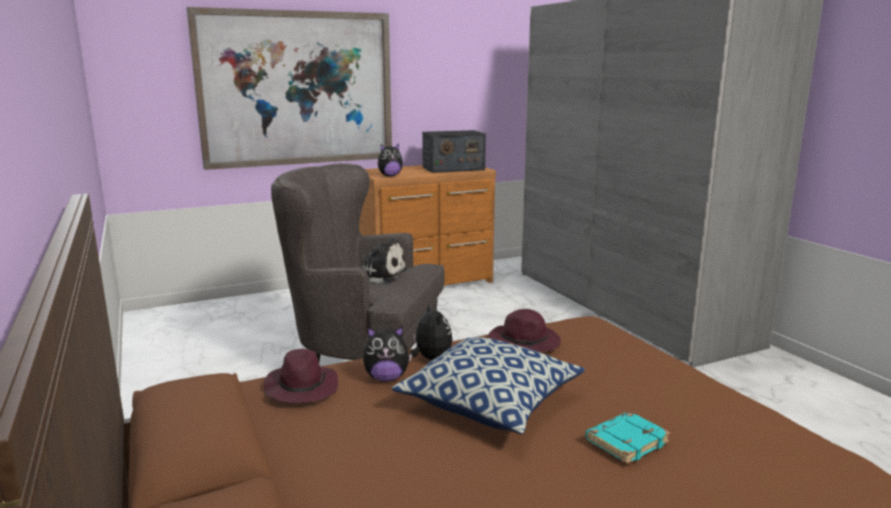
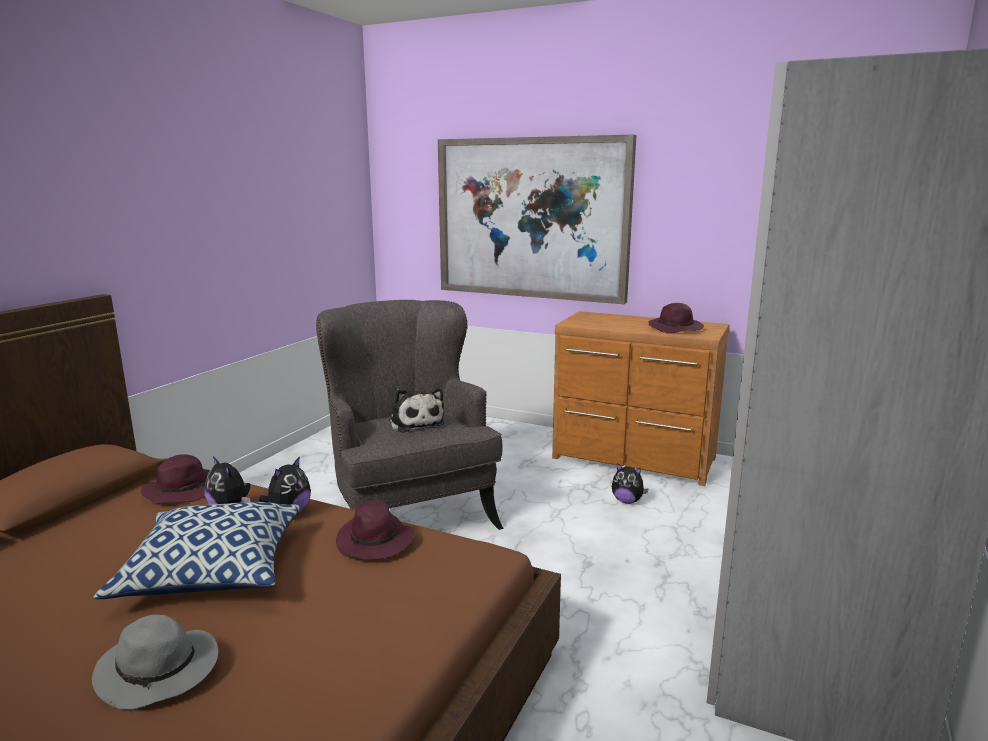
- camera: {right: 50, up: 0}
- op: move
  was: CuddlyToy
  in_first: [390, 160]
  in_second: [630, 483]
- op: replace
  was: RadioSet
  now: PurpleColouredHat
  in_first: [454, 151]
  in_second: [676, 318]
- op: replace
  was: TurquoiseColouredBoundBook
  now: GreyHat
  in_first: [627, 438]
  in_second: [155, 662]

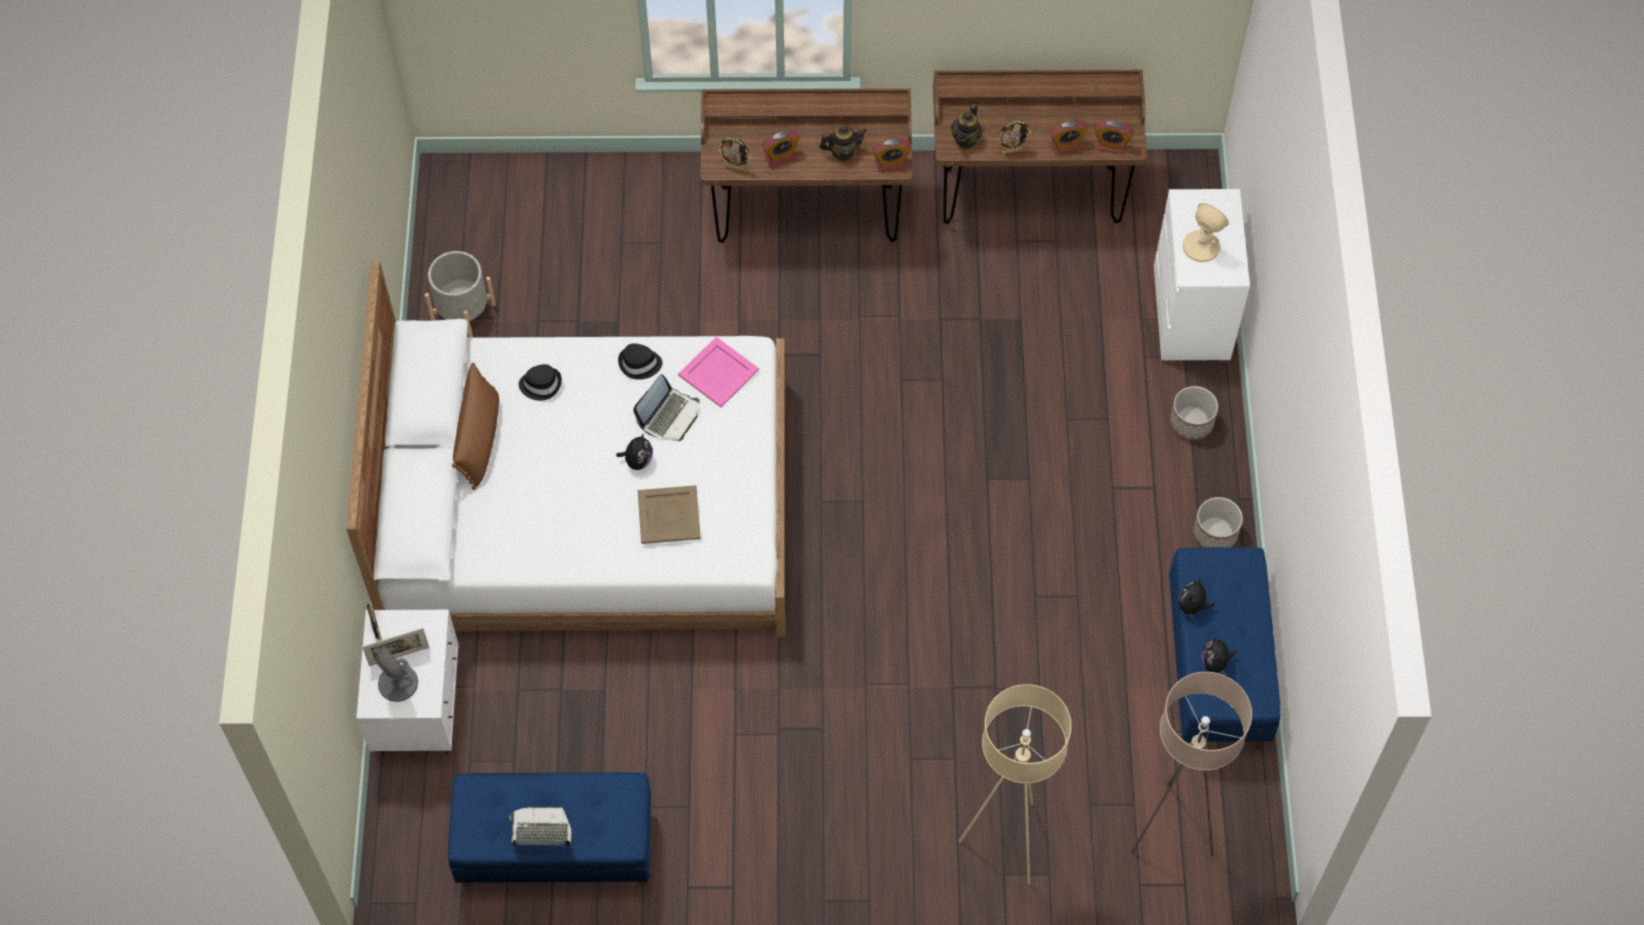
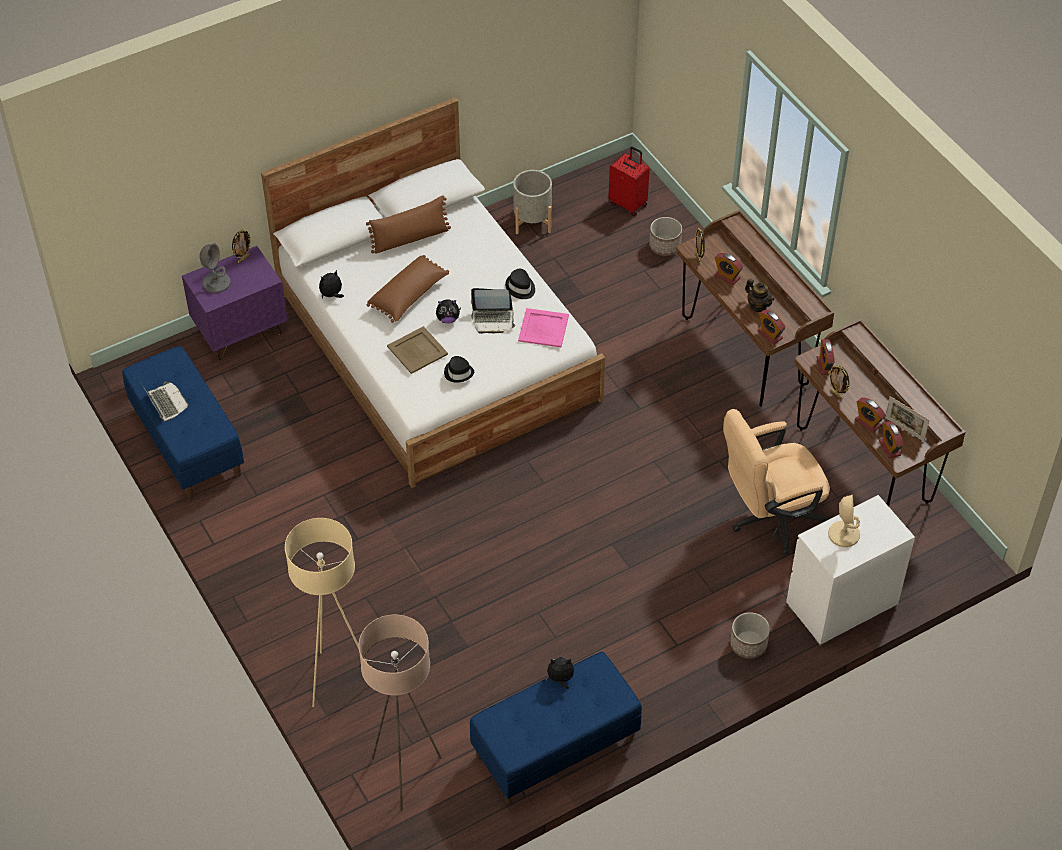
- camera: {right: 60, up: -10}
- op: insert
  now: BrownPillow
  in_second: [408, 289]
- op: insert
  now: RedColouredTravelCase
  in_second: [629, 181]
- op: insert
  now: BeigeOfficeChair
  in_second: [776, 482]
- op: move
  was: PhotoFrame
  in_first: [395, 647]
  in_second: [907, 418]
- op: move
  was: BlackishHat
  in_first: [540, 382]
  in_second: [459, 369]
- op: move
  was: PlantPot
  in_first: [1218, 522]
  in_second: [665, 236]
- op: move
  was: CuddlyToy
  in_first: [1218, 654]
  in_second: [331, 284]
- op: replace
  was: Teapot
  now: BedsideClock
  in_first: [966, 125]
  in_second: [825, 357]
- op: recolor
  was: WhiteNightstand
  now: PurpleColouredNightstand
  in_first: [407, 682]
  in_second: [235, 303]

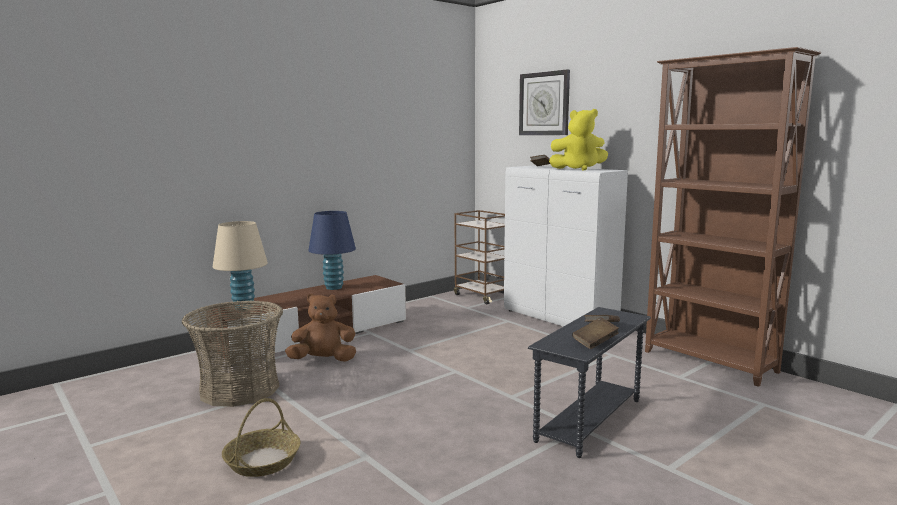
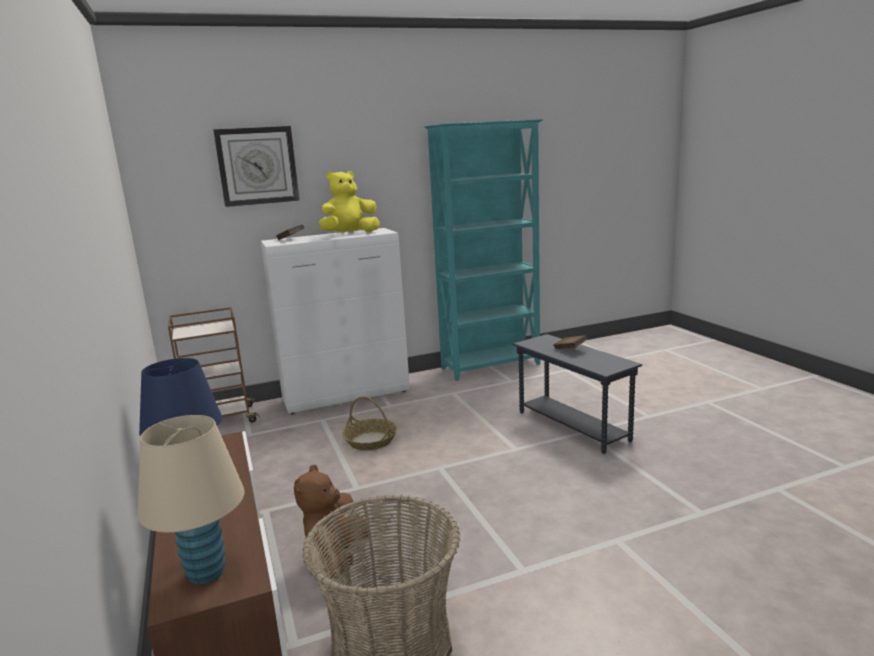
- camera: {right: -70, up: 5}
- op: delete
  was: BrownBoundBook
  in_first: [595, 333]
- op: move
  was: HouseholdBasket
  in_first: [261, 437]
  in_second: [369, 423]
- op: recolor
  was: BrownShelvingUnit
  now: TurquoiseColouredShelvingUnit
  in_first: [733, 217]
  in_second: [483, 250]
- op: rotate
  was: YellowColouredCuddlyToy
  in_first: [578, 139]
  in_second: [349, 202]
  clockwise: -135

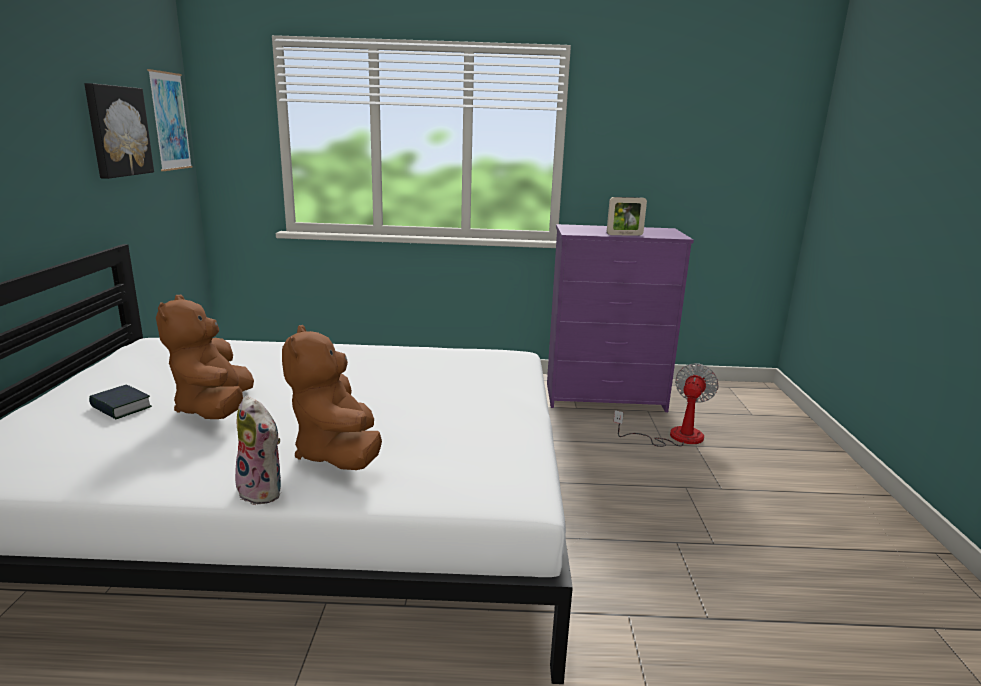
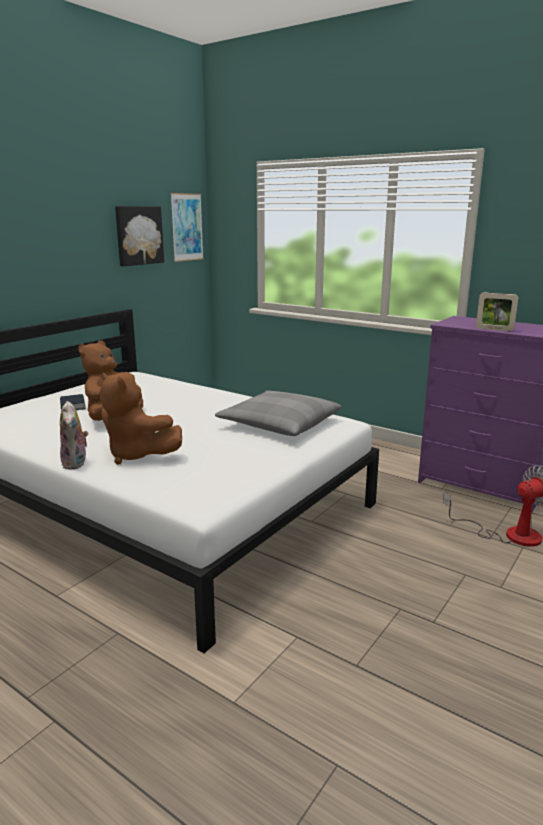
- camera: {right: 35, up: 0}
- op: insert
  now: GreyPillow
  in_second: [278, 413]
- op: rotate
  was: BrownCuddlyToy
  in_first: [332, 397]
  in_second: [141, 419]
  clockwise: -75

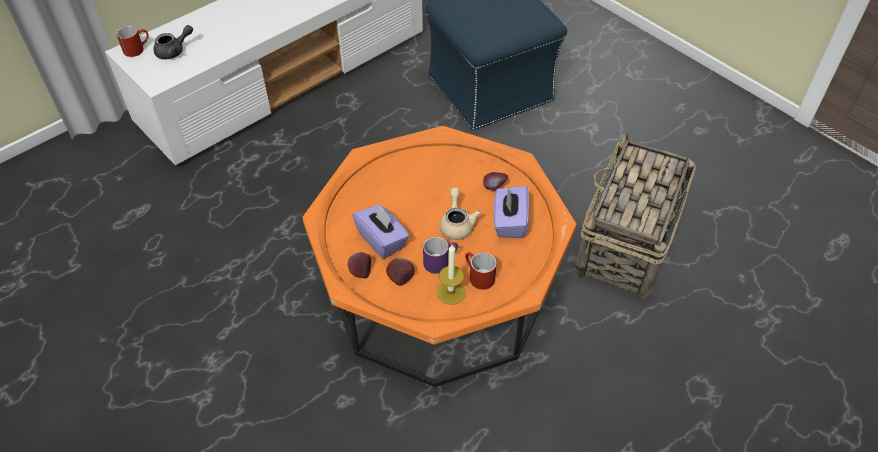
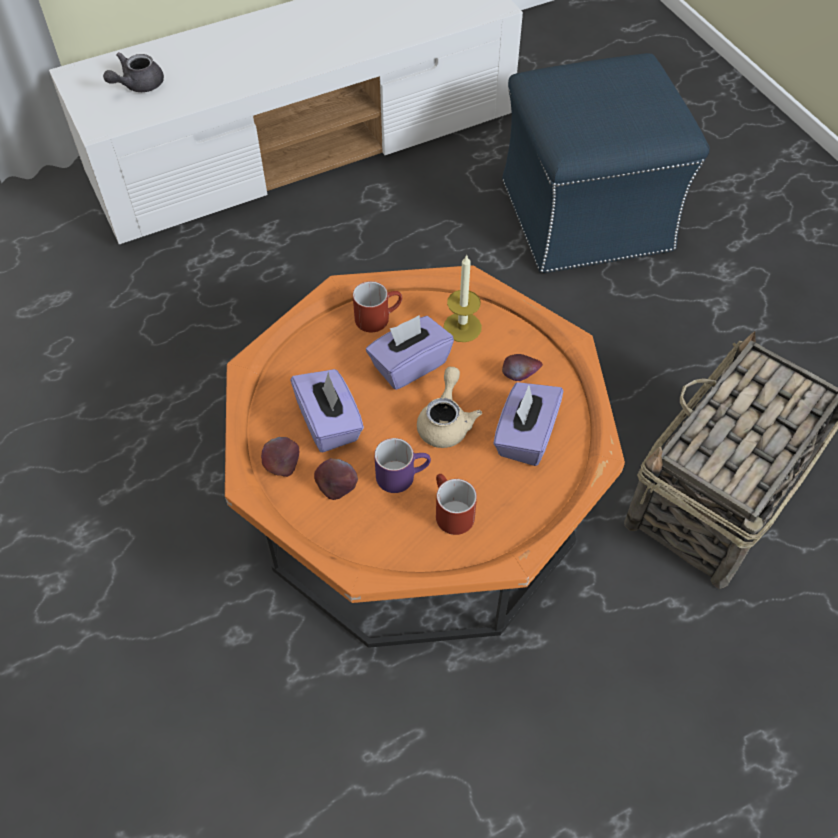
- camera: {right: 15, up: 5}
- op: insert
  now: PurpleColouredBoxOfTissues
  in_second: [410, 352]
- op: move
  was: RedColouredCoffeeMug
  in_first: [132, 41]
  in_second: [377, 306]
- op: move
  was: WaxCandle
  in_first: [451, 275]
  in_second: [462, 298]
- op: rotate
  was: GreyTeapot
  in_first: [173, 42]
  in_second: [133, 72]
  clockwise: 150

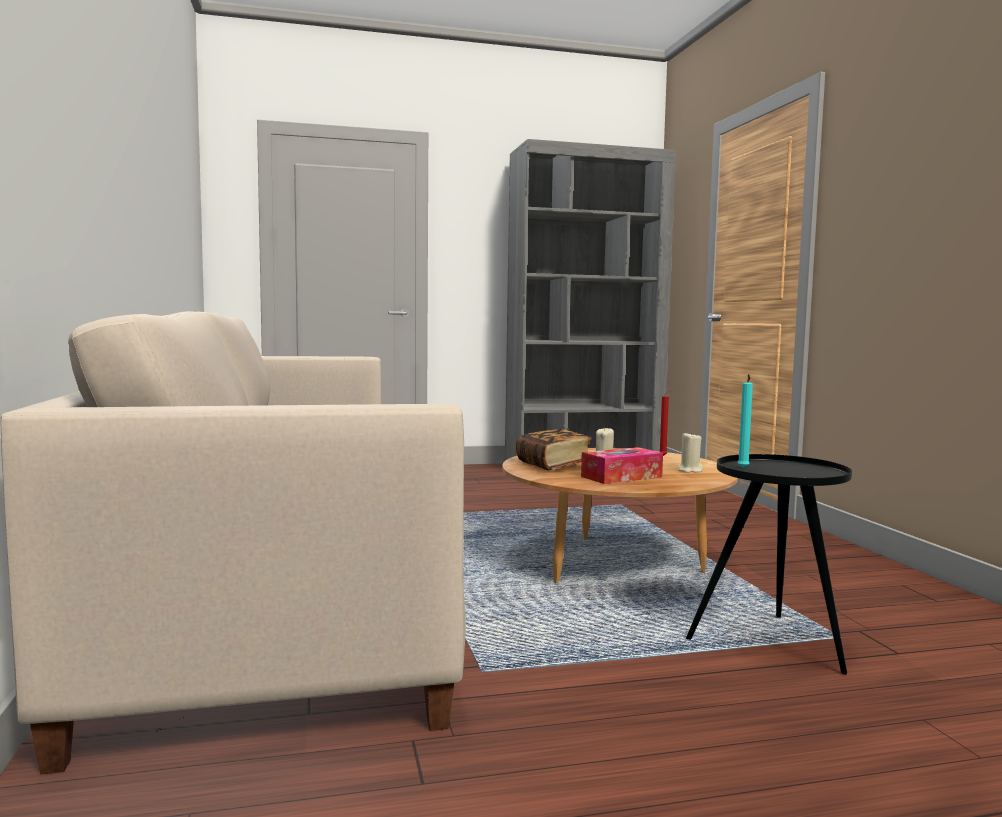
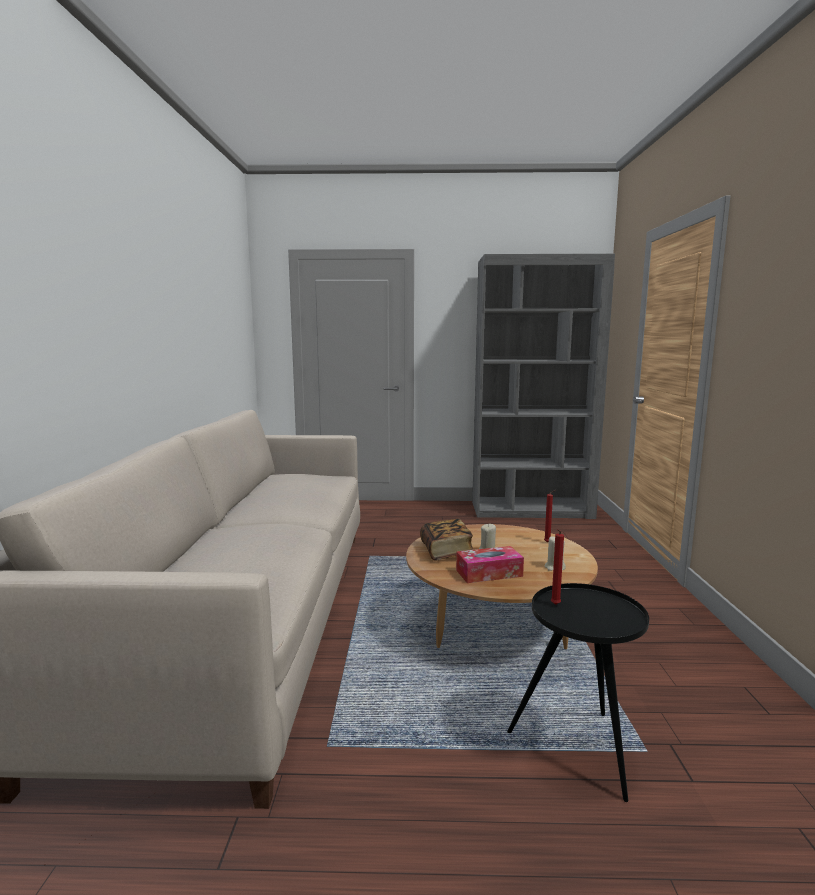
- camera: {right: 15, up: 5}
- op: recolor
  was: TurquoiseColouredWaxCandle
  now: RedColouredWaxCandle
  in_first: [745, 421]
  in_second: [557, 567]

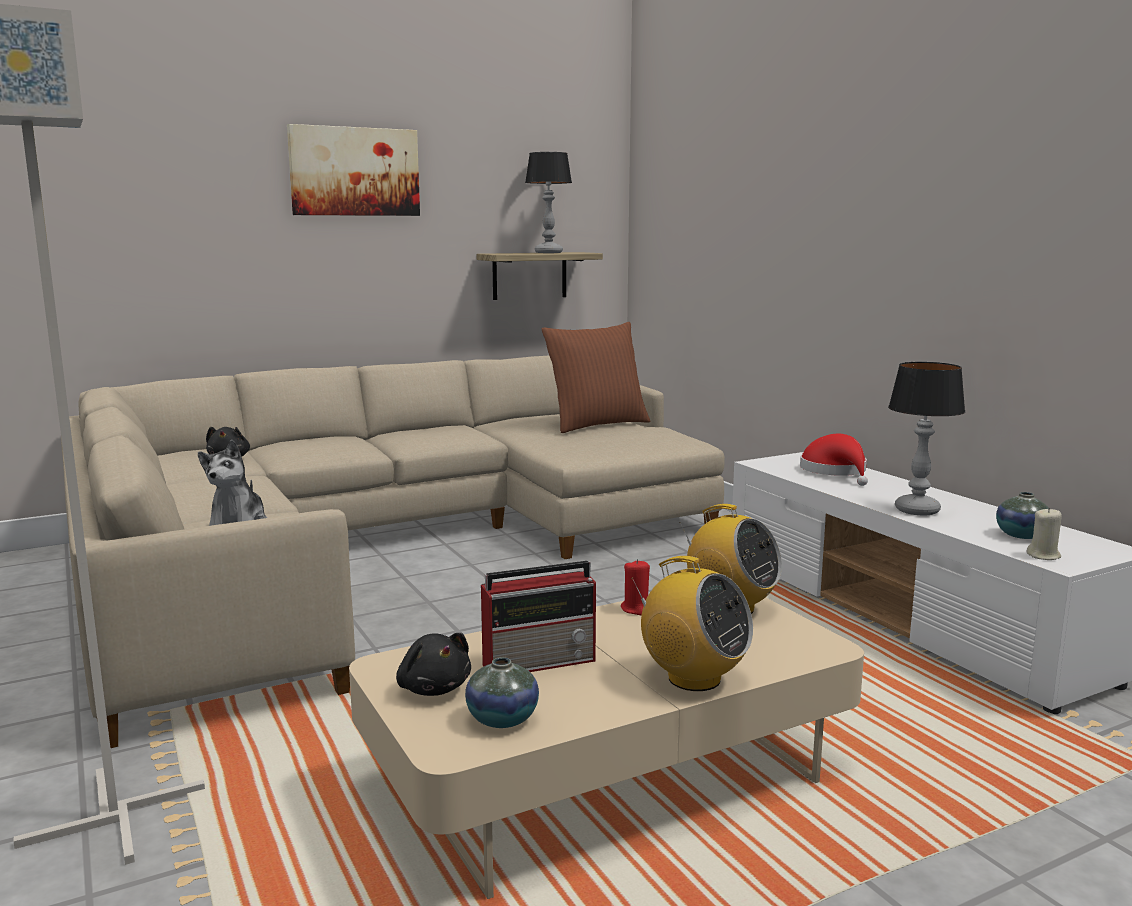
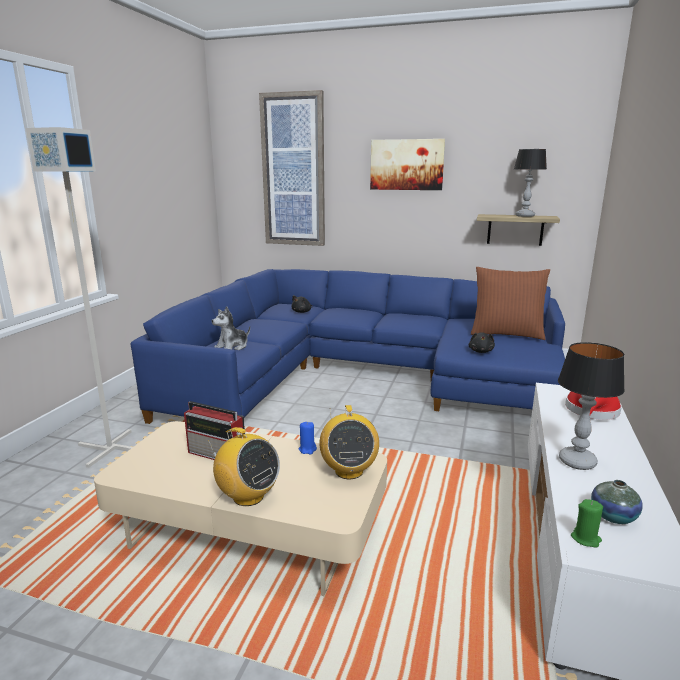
- camera: {right: 45, up: 5}
- op: delete
  was: DecorativeVase
  in_first: [502, 692]
- op: insert
  now: WallArt
  in_second: [292, 168]
- op: move
  was: BlackishCuddlyToy
  in_first: [433, 664]
  in_second: [482, 342]
- op: recolor
  was: BeigeSofa
  now: BlueColouredSofa
  in_first: [393, 552]
  in_second: [347, 346]
- op: recolor
  was: RedColouredWaxCandle
  now: BlueColouredWaxCandle
  in_first: [635, 587]
  in_second: [308, 438]
- op: recolor
  was: BeigeWaxCandle
  now: GreenishWaxCandle
  in_first: [1044, 534]
  in_second: [587, 523]
- op: rotate
  was: RadioSet
  in_first: [692, 623]
  in_second: [244, 466]
  clockwise: -45

